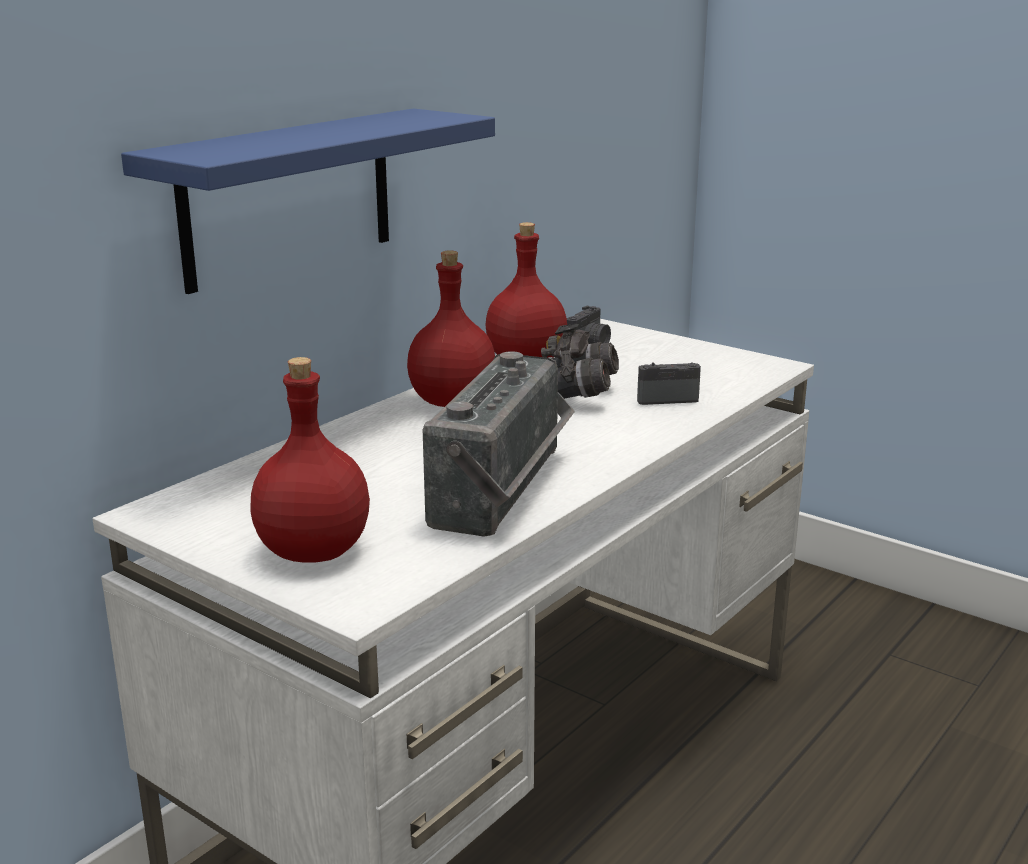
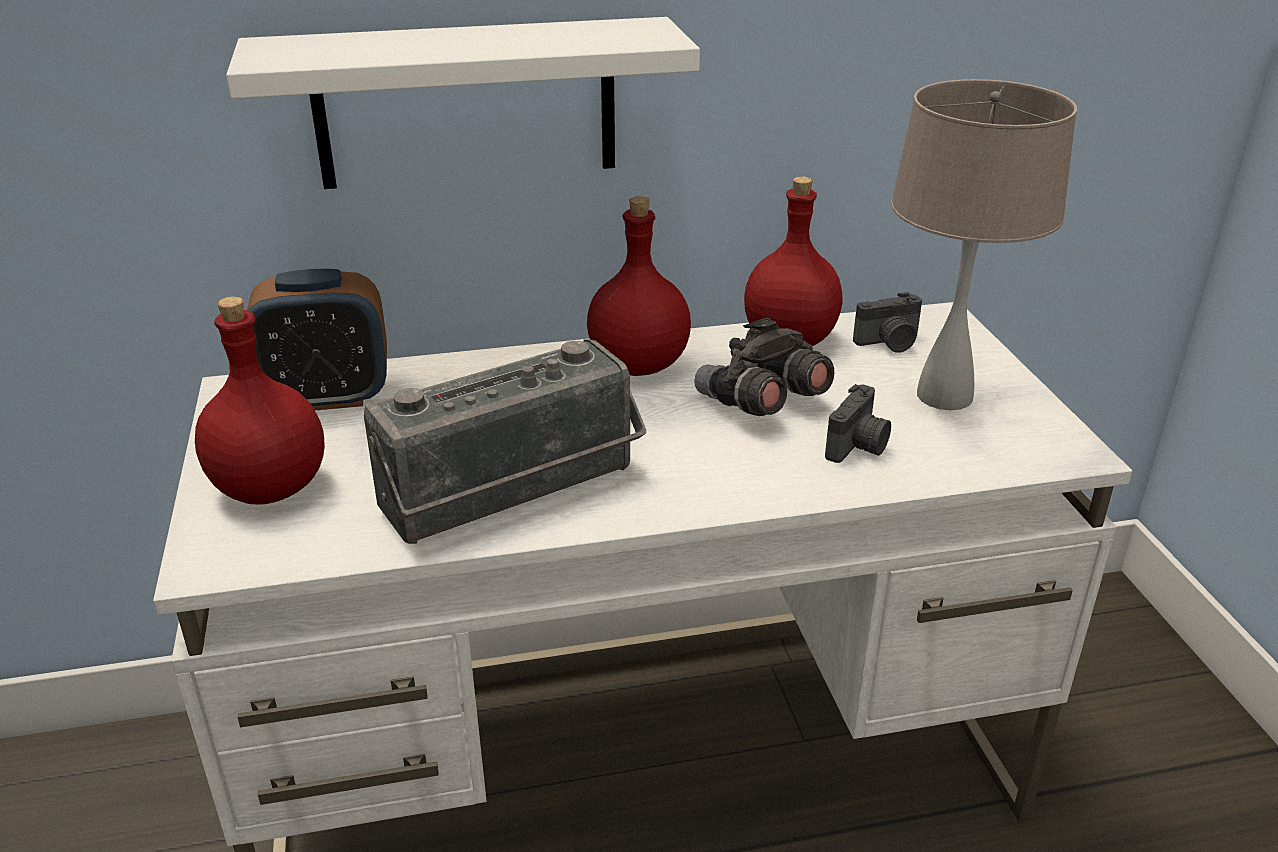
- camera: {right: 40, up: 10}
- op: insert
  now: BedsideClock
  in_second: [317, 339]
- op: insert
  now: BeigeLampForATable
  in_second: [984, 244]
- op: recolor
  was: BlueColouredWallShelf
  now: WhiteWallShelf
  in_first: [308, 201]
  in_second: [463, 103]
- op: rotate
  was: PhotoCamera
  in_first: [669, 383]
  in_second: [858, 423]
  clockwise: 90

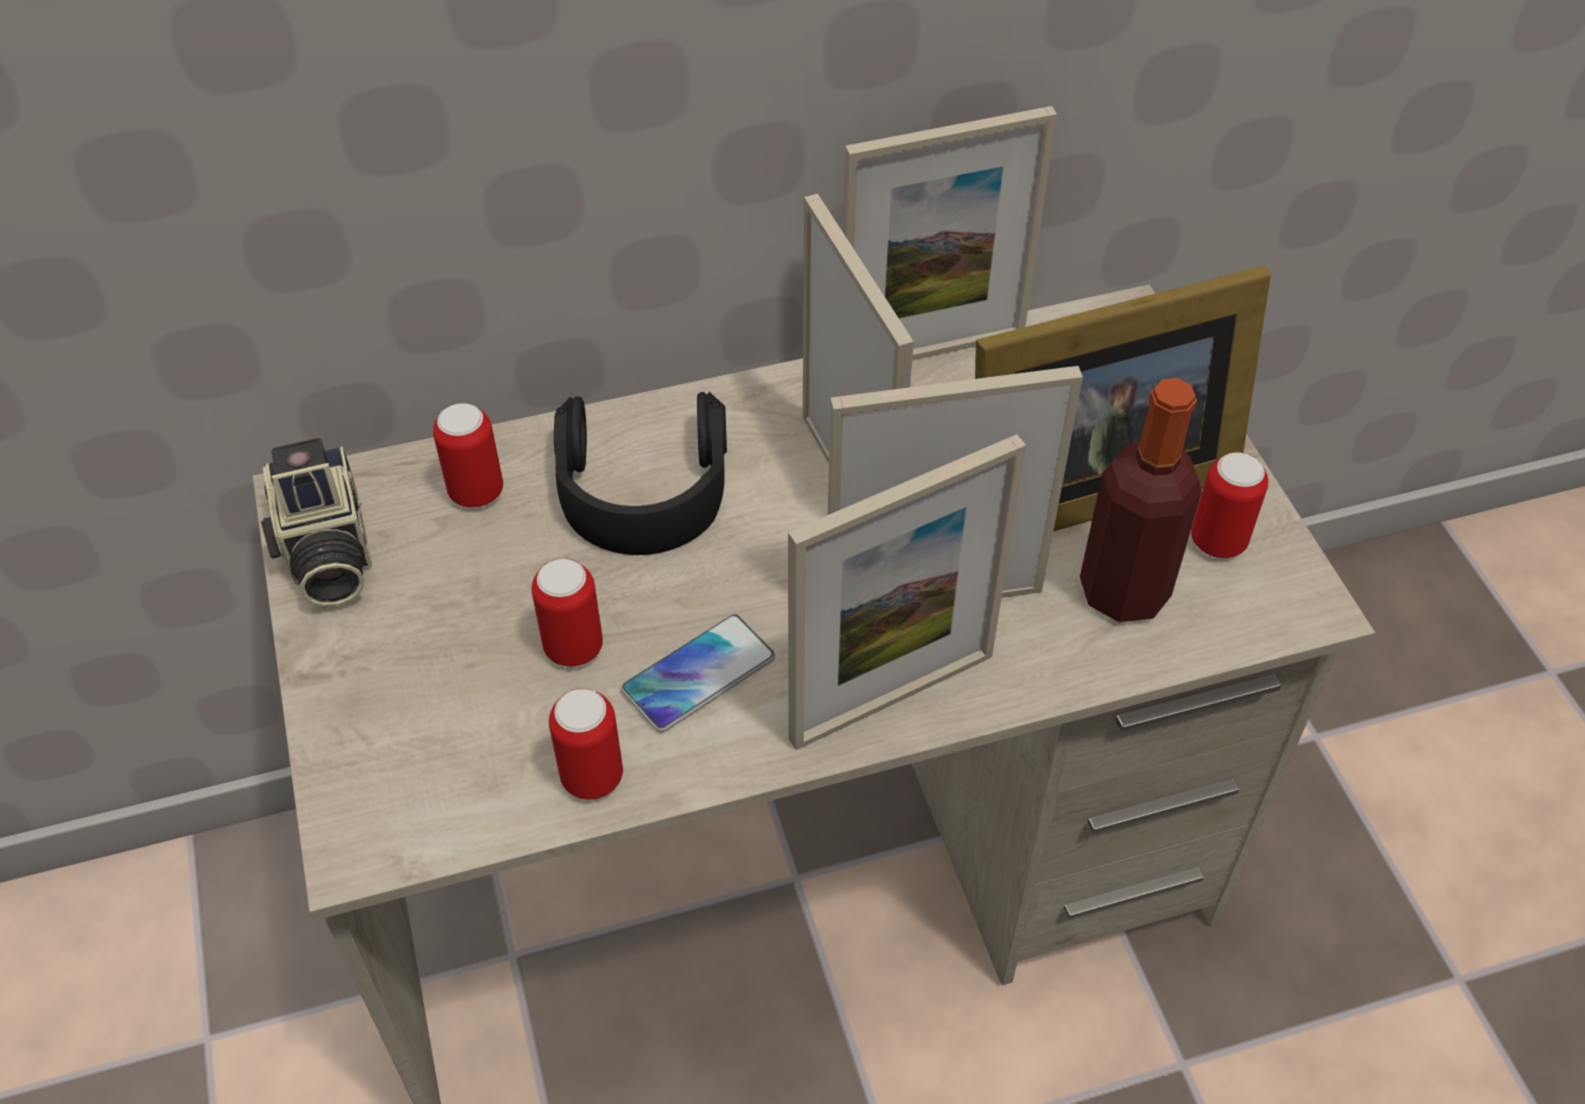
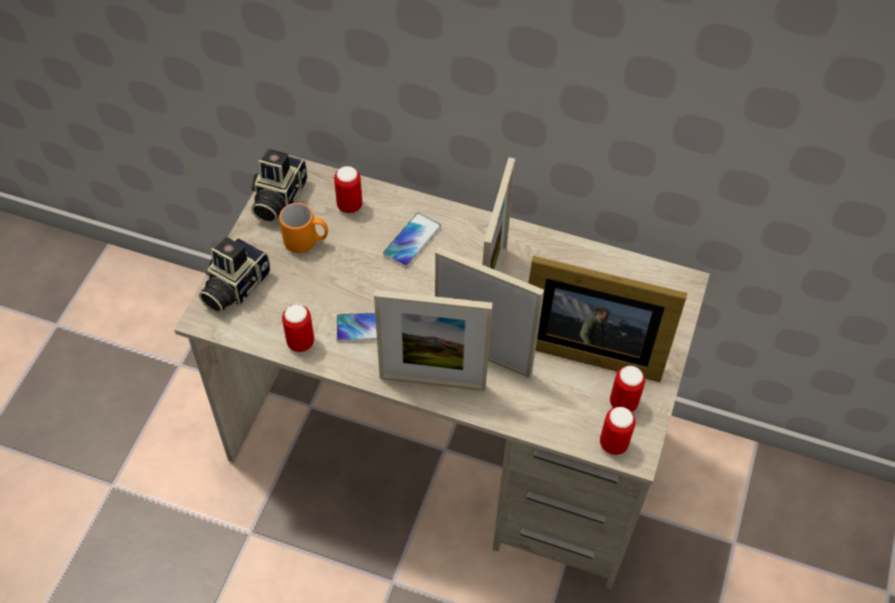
- camera: {right: 35, up: 5}
- op: delete
  was: PhotoFrame
  in_first: [950, 233]
- op: delete
  was: BeverageBottle
  in_first: [1141, 500]
- op: insert
  now: PhotoCamera
  in_second: [235, 275]
- op: insert
  now: OrangeyCoffeeMug
  in_second: [303, 228]
- op: move
  was: Can
  in_first: [567, 613]
  in_second: [618, 431]
- op: replace
  was: BlackishHeadphones
  now: Phone
  in_first: [640, 473]
  in_second: [412, 240]

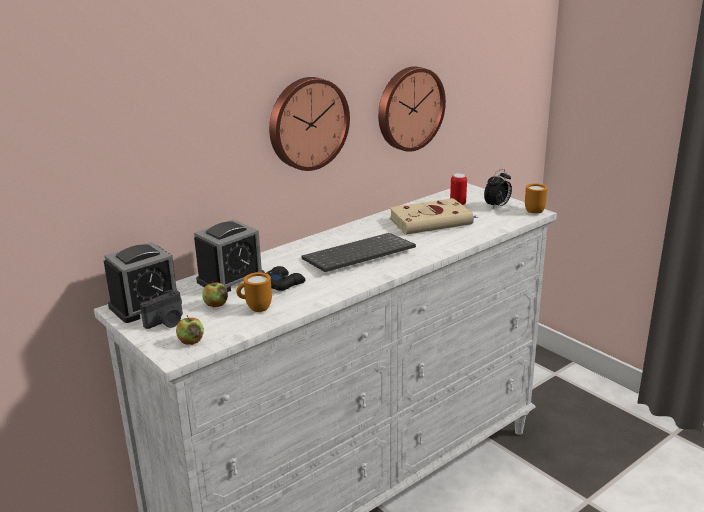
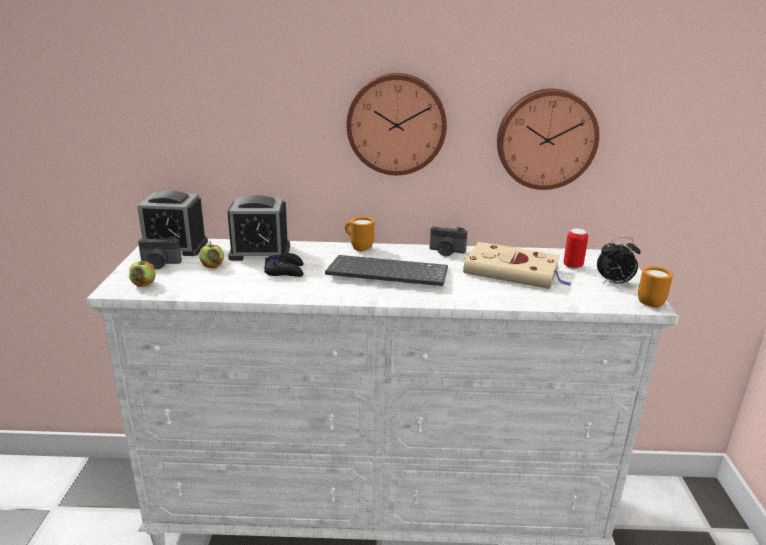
- camera: {right: 40, up: 0}
- op: insert
  now: PhotoCamera
  in_second: [448, 241]
- op: move
  was: OrangeyCoffeeMug
  in_first: [254, 292]
  in_second: [359, 234]

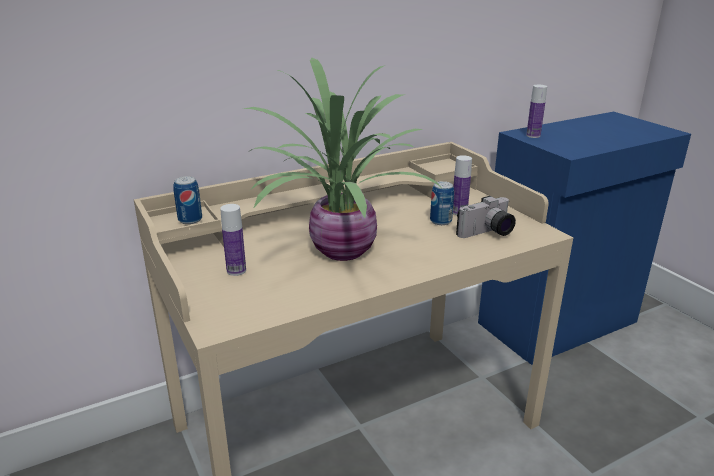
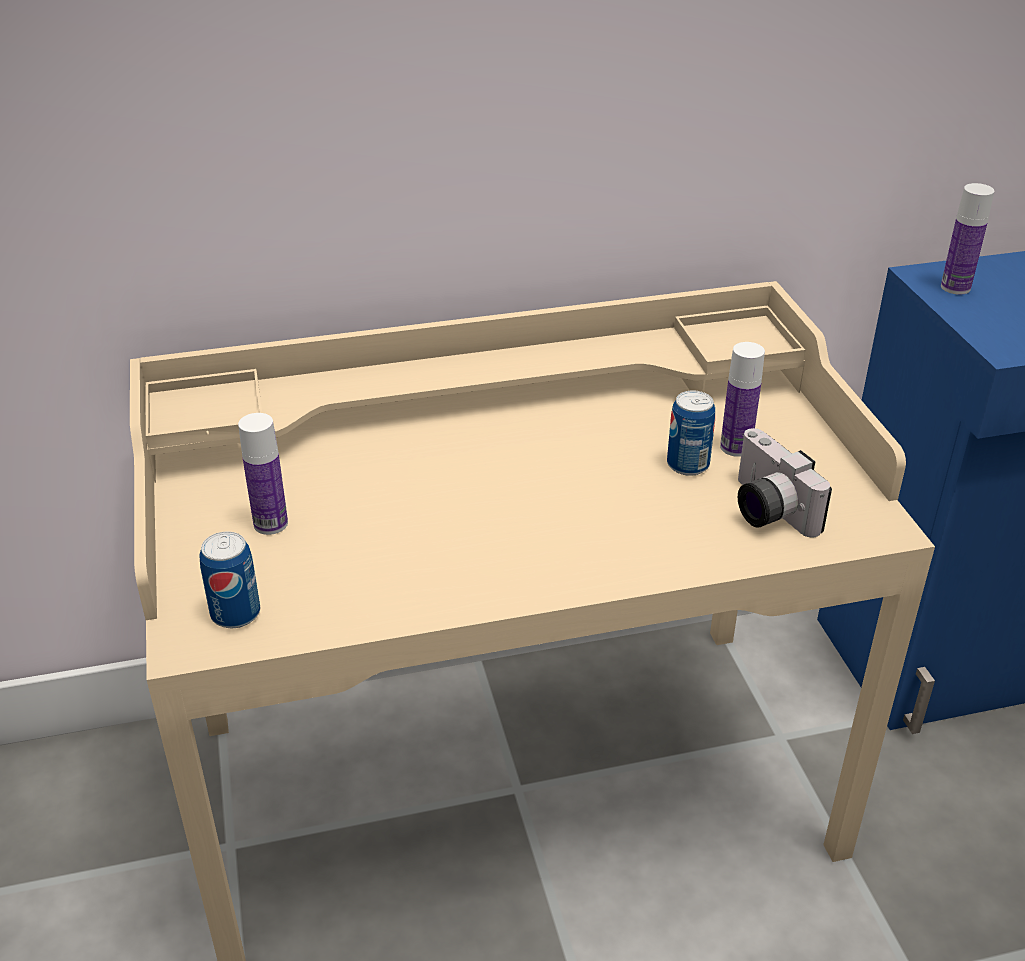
- camera: {right: 15, up: 10}
- op: delete
  was: PottedPlant
  in_first: [343, 159]
- op: move
  was: Can
  in_first: [187, 200]
  in_second: [229, 579]
- op: rotate
  was: PhotoCamera
  in_first: [486, 217]
  in_second: [785, 483]
  clockwise: 75

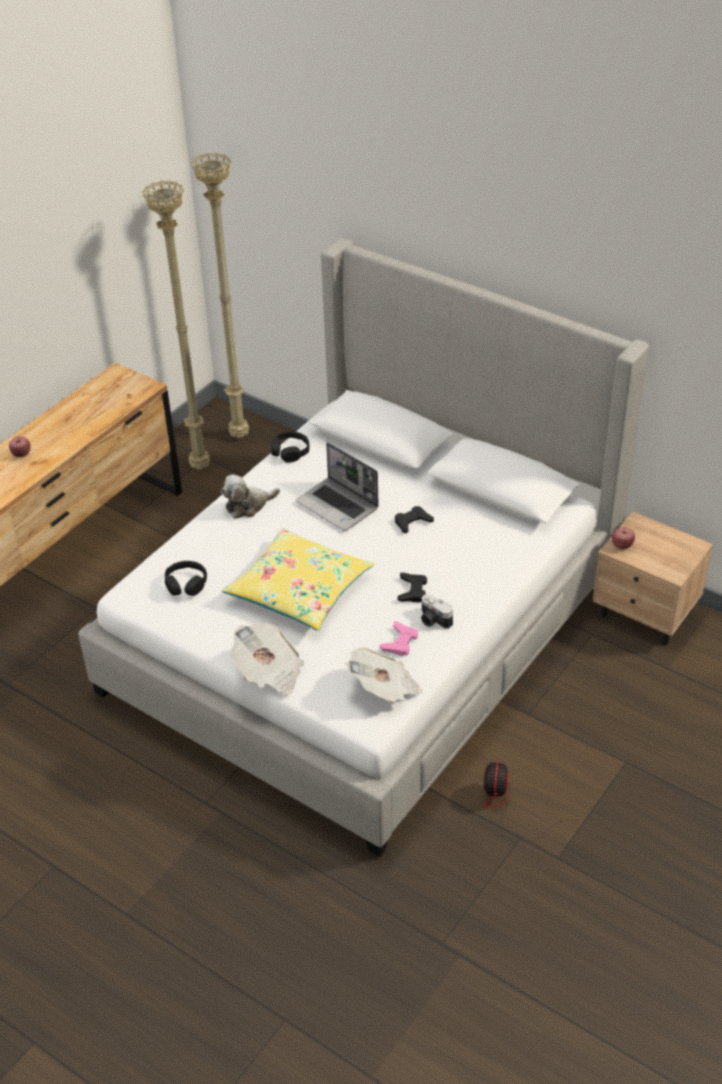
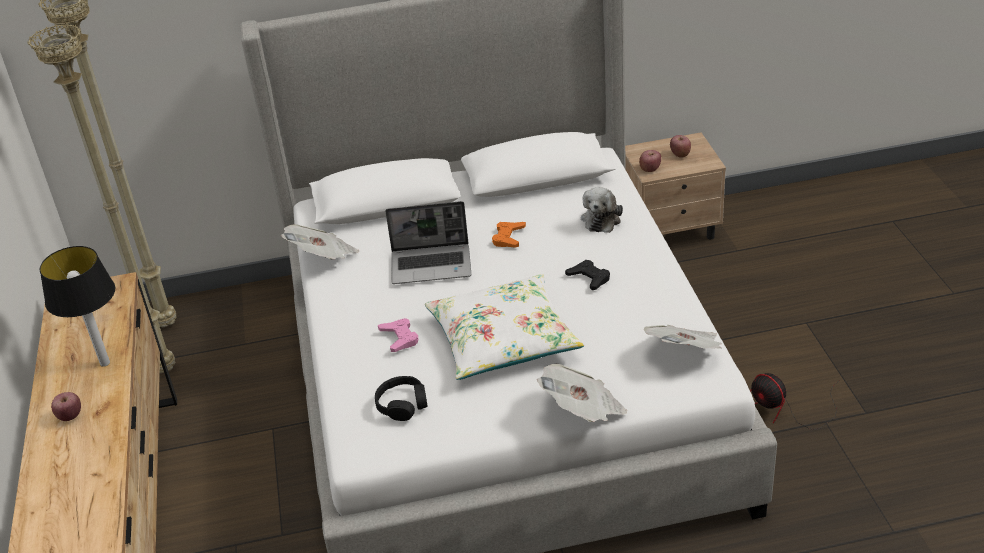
- camera: {right: -45, up: -5}
- op: delete
  was: PhotoCamera
  in_first: [437, 611]
- op: insert
  now: LampForATable
  in_second: [77, 306]
- op: insert
  now: AppleFruit
  in_second: [680, 146]
- op: move
  was: CuddlyToy
  in_first: [250, 496]
  in_second: [602, 210]
- op: move
  was: PinkColouredGameController
  in_first: [399, 638]
  in_second: [398, 335]
- op: replace
  was: BlackishHeadphones
  now: DailyPaper
  in_first: [290, 447]
  in_second: [319, 242]
- op: recolor
  was: YellowColouredPillow
  now: WhitePillow
  in_first: [298, 579]
  in_second: [504, 327]
- op: recolor
  was: BlackishGameController
  now: OrangeyGameController
  in_first: [414, 519]
  in_second: [509, 235]

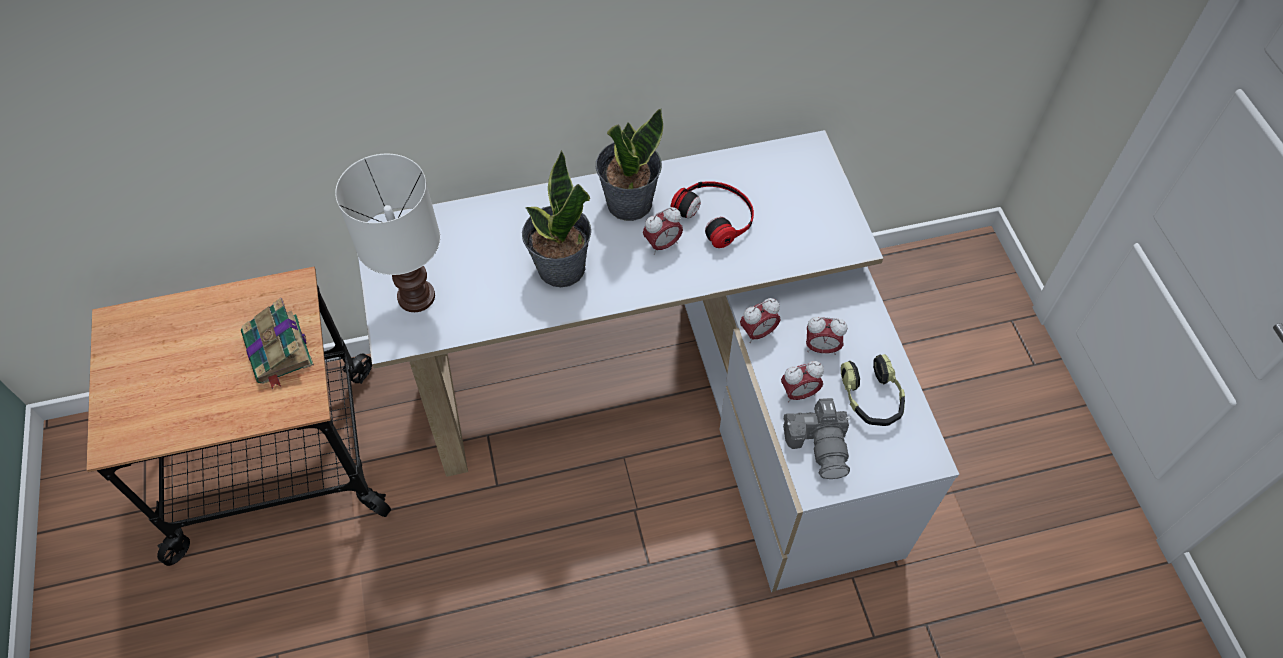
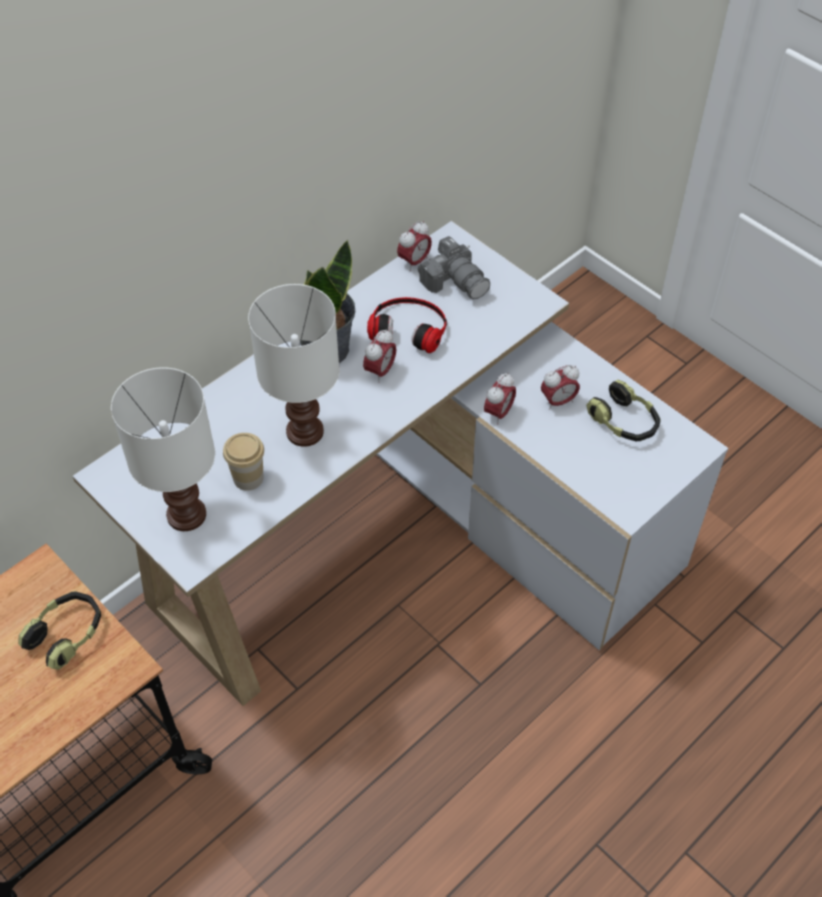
- camera: {right: -30, up: -5}
- op: insert
  now: DrinkingCup
  in_second: [243, 462]
- op: move
  was: BedsideClock
  in_first: [802, 382]
  in_second: [414, 246]
- op: move
  was: PhotoCamera
  in_first: [817, 438]
  in_second: [454, 267]
- op: replace
  was: BoundBook
  now: Headphones
  in_first: [277, 344]
  in_second: [59, 630]
- op: replace
  was: PottedPlant
  now: WhiteLampForATable
  in_first: [556, 218]
  in_second: [294, 365]

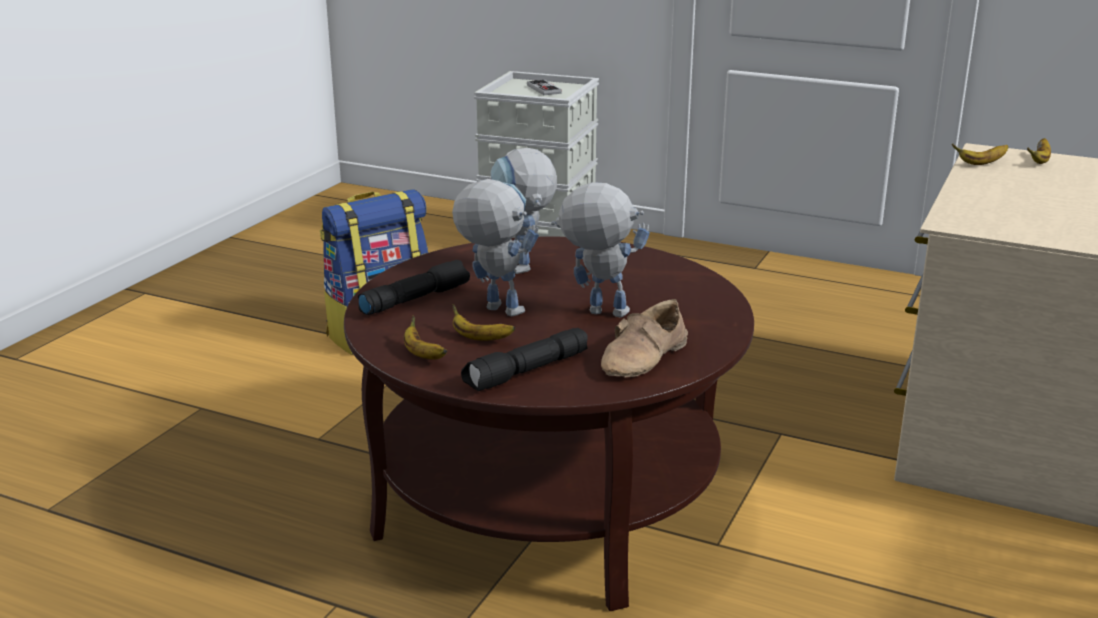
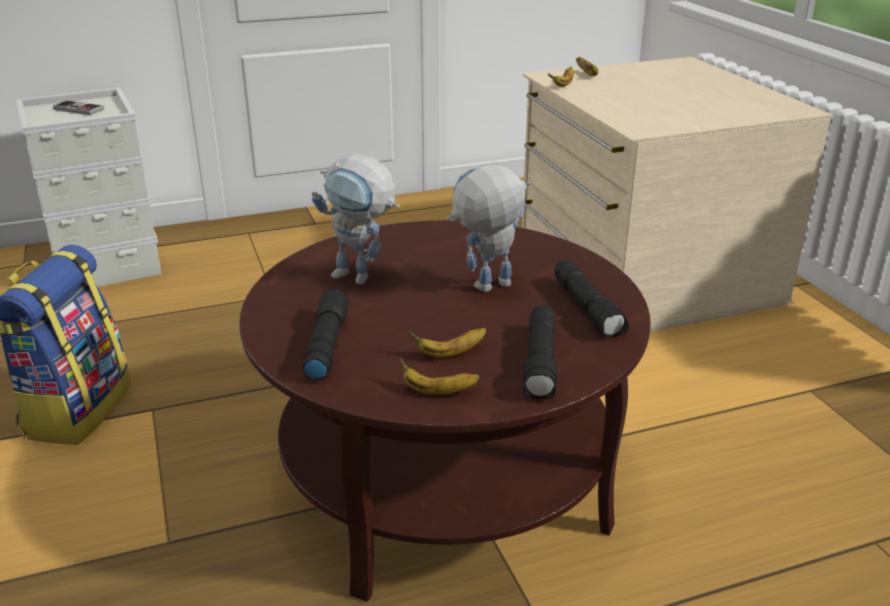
- camera: {right: -45, up: 5}
- op: delete
  was: RobotFigure
  in_first: [495, 248]
- op: replace
  was: BeigeLowShoe
  now: BlackishHandTorch
  in_first: [644, 338]
  in_second: [591, 298]

